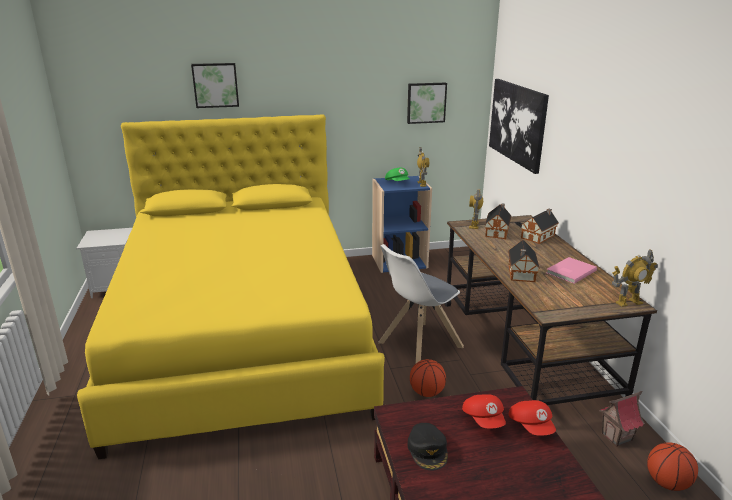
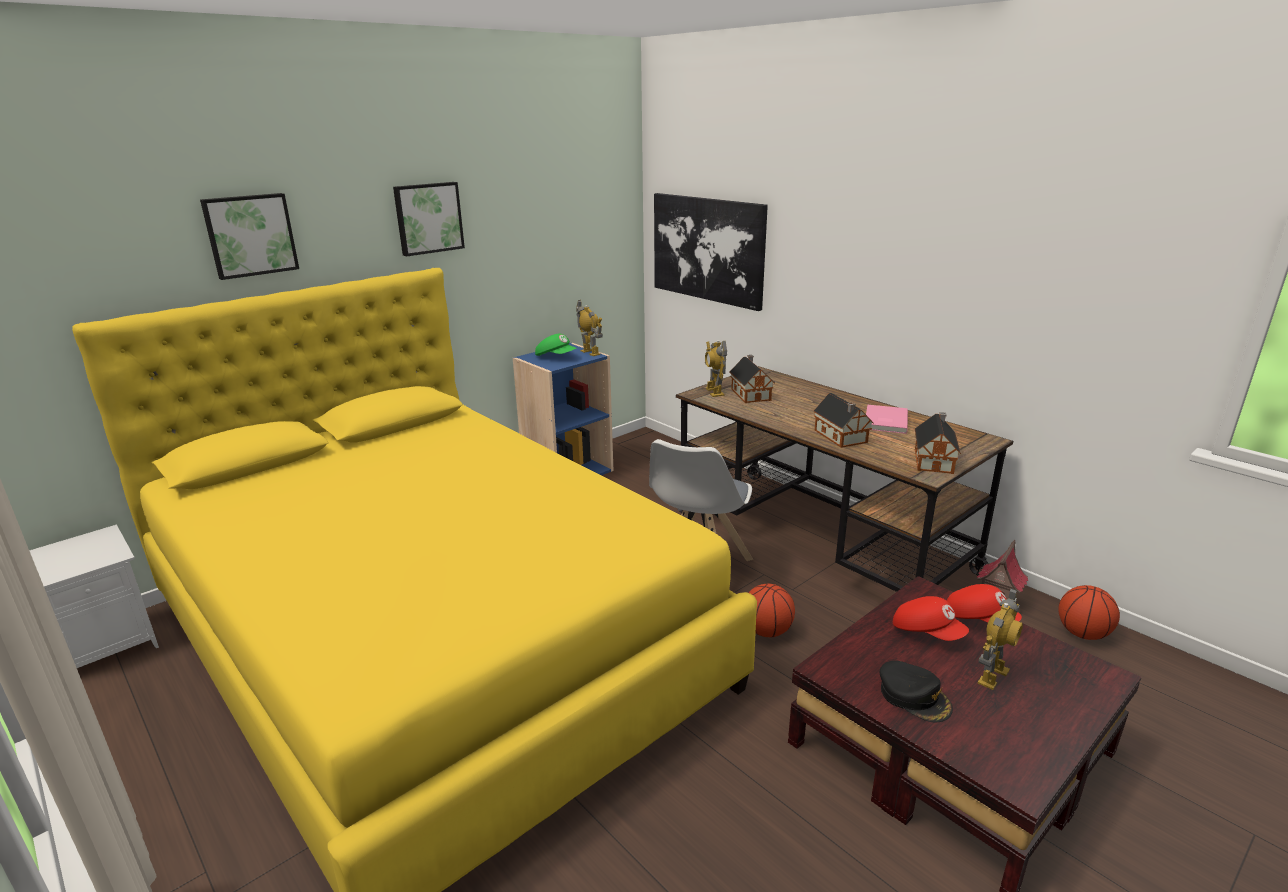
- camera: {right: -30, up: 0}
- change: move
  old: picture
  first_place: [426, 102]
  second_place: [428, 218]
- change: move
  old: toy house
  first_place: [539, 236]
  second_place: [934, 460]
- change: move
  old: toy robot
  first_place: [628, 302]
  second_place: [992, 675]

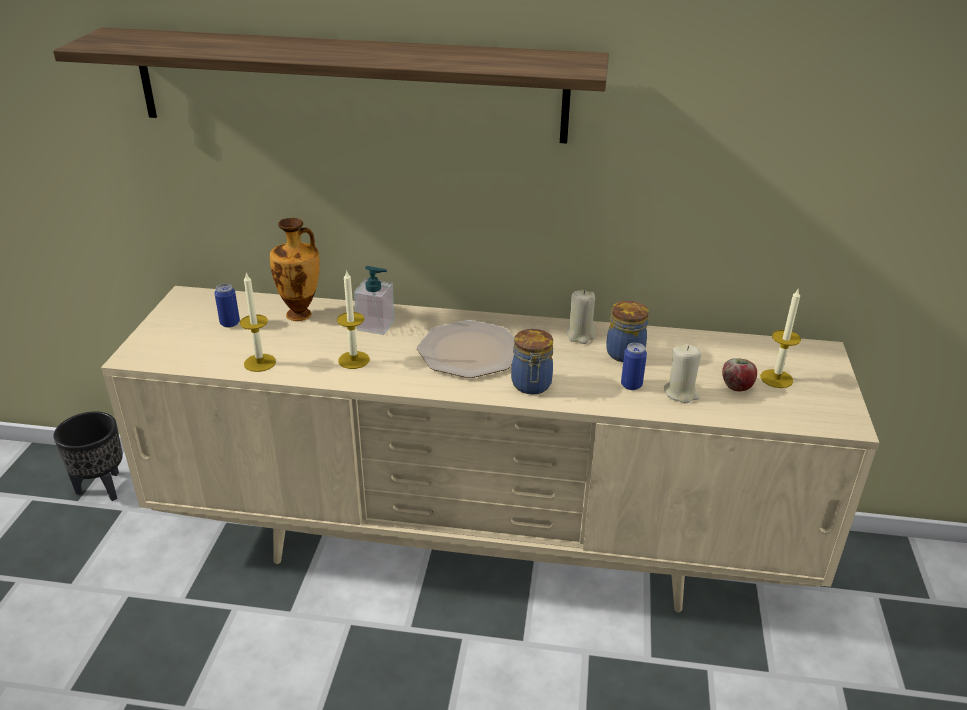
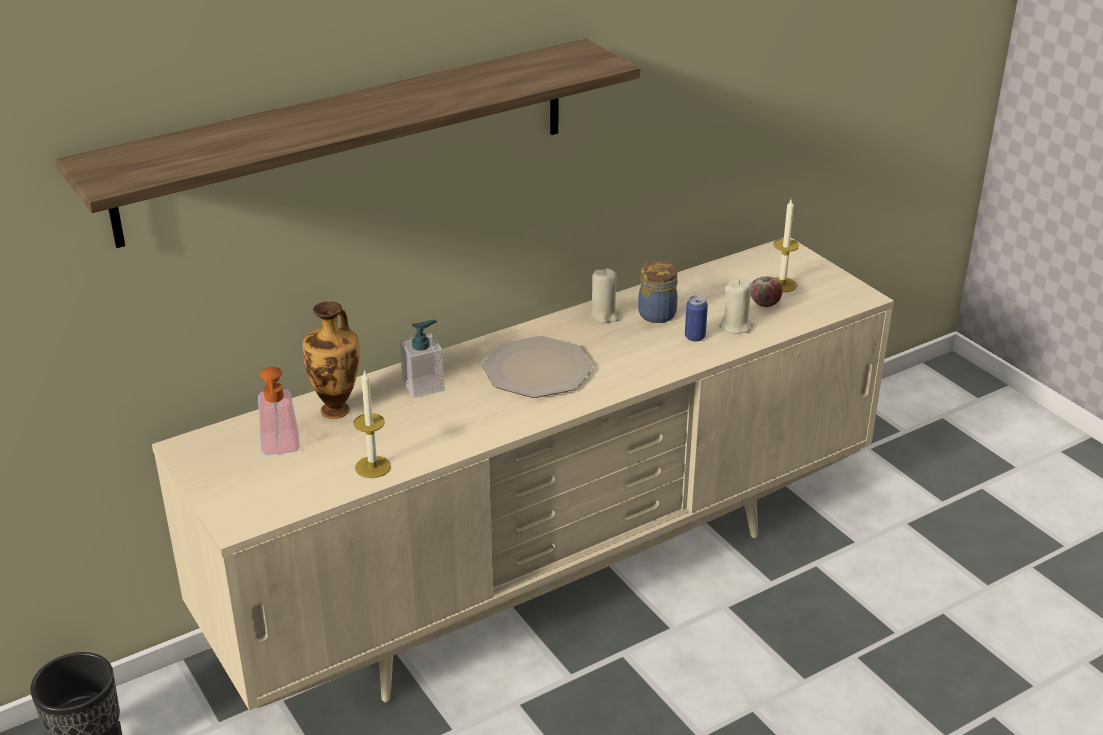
- camera: {right: -40, up: 0}
- change: replace
  old: can
  new: soap dispenser
  first_place: [230, 323]
  second_place: [280, 449]
- change: delete
  old: candle
  first_place: [354, 360]
- change: delete
  old: jar
  first_place: [531, 385]

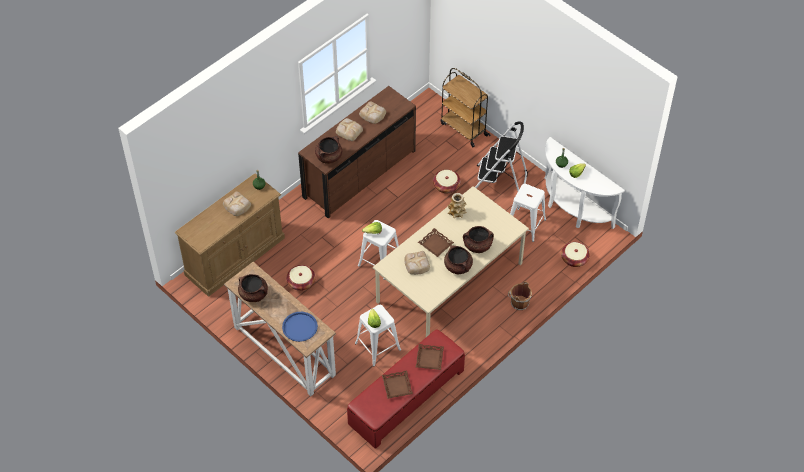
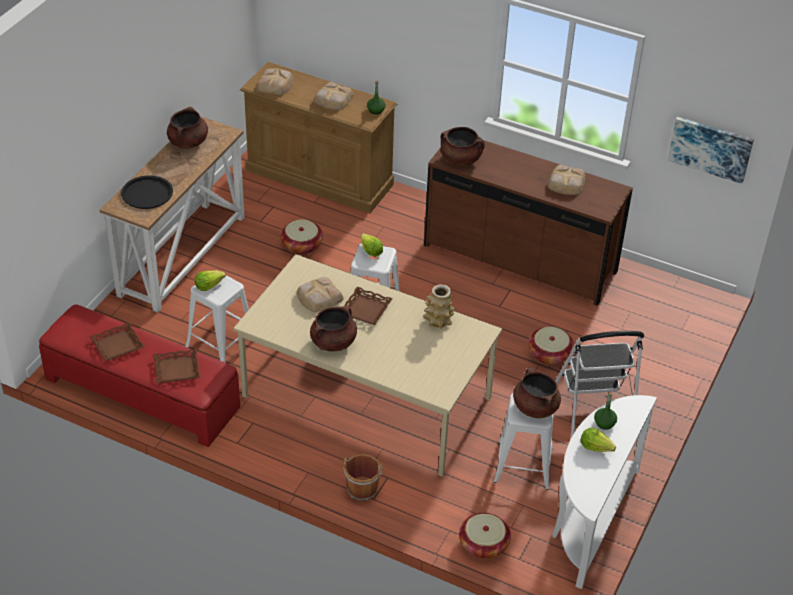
- camera: {right: 70, up: -10}
- change: recolor
  old: blue tray
  new: black tray
  first_place: [300, 327]
  second_place: [147, 193]
- change: move
  old: bread
  first_place: [349, 130]
  second_place: [275, 84]
- change: move
  old: brown cooking pot
  first_place: [477, 246]
  second_place: [535, 407]
- change: insert
  new: picture
  second_place: [710, 148]
- change: delete
  old: brown cart
  first_place: [463, 129]

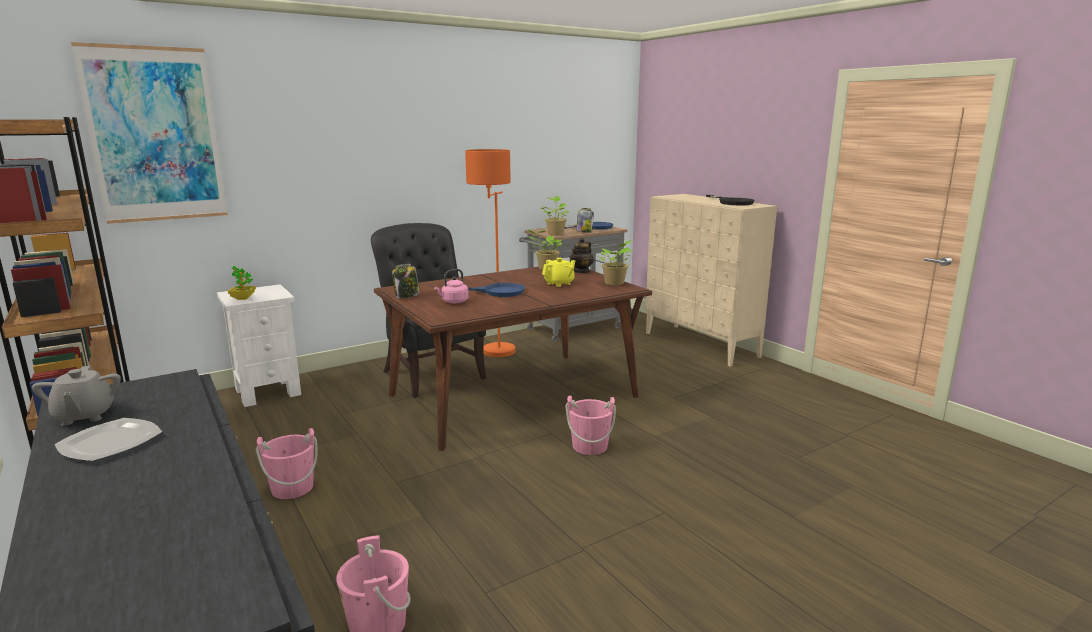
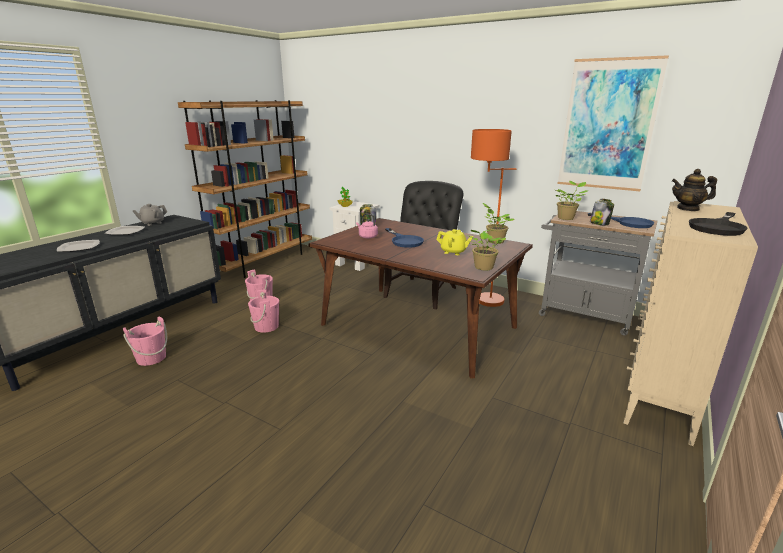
- camera: {right: 65, up: 5}
- change: insert
  new: plate
  second_place: [78, 247]
- change: move
  old: pink bucket
  first_place: [589, 446]
  second_place: [266, 326]
- change: move
  old: picture
  first_place: [155, 135]
  second_place: [608, 125]
- change: move
  old: teapot
  first_place: [581, 271]
  second_place: [688, 208]

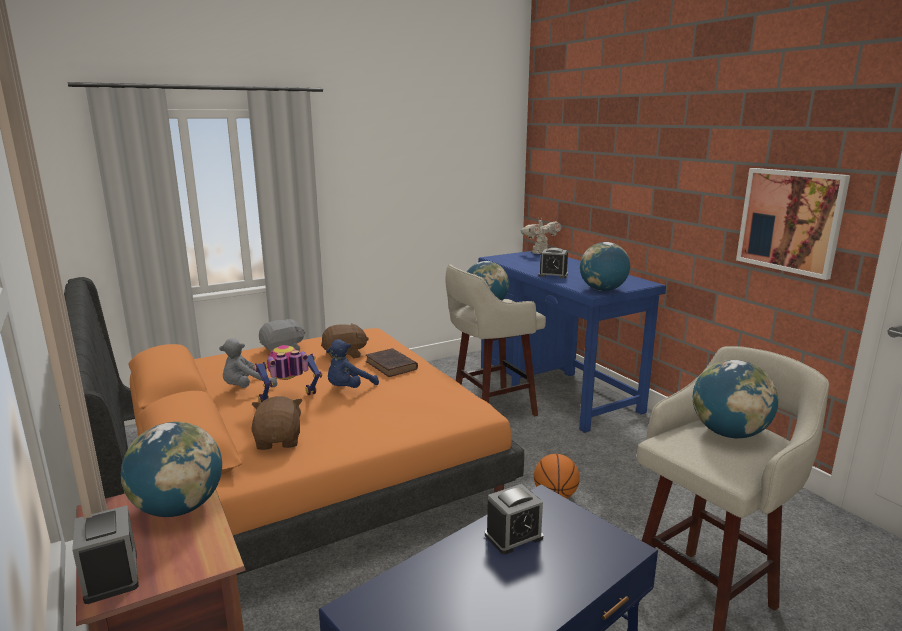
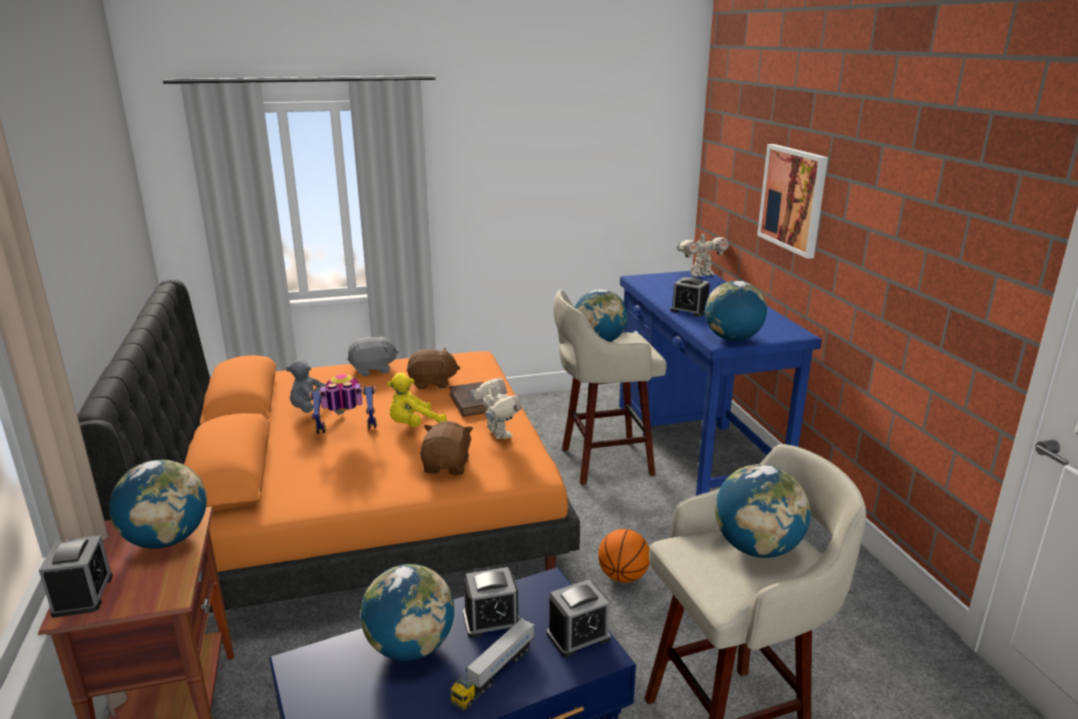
- camera: {right: 15, up: 5}
- change: insert
  new: globe
  second_place: [411, 647]
- change: recolor
  old: blue plush toy
  new: yellow plush toy
  first_place: [349, 389]
  second_place: [414, 426]
- change: move
  old: brown plush toy
  first_place: [279, 440]
  second_place: [447, 466]
- change: insert
  new: toy truck
  second_place: [494, 674]
- change: insert
  new: toy robot
  second_place: [497, 433]
- change: insert
  new: alarm clock
  second_place: [578, 636]
- change: move
  old: picture
  first_place: [790, 221]
  second_place: [793, 199]

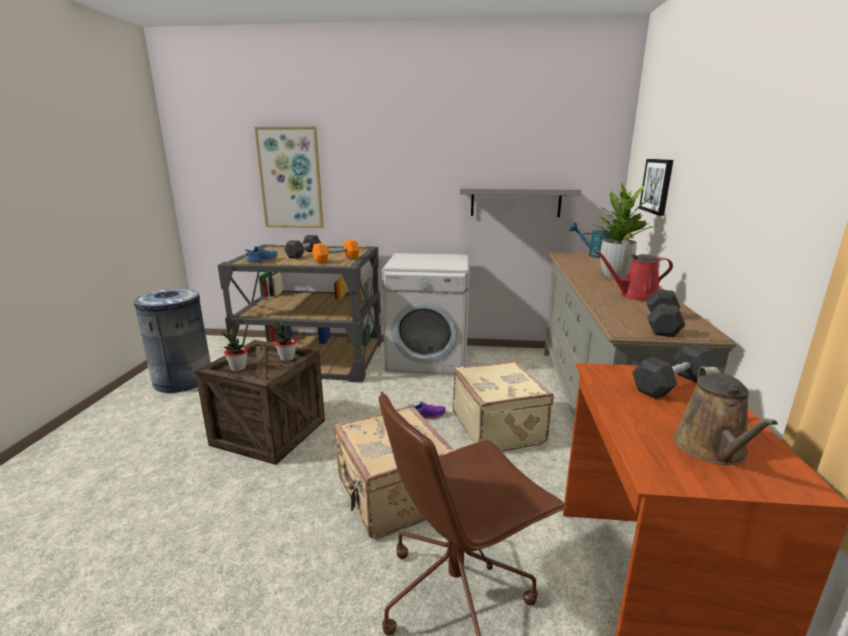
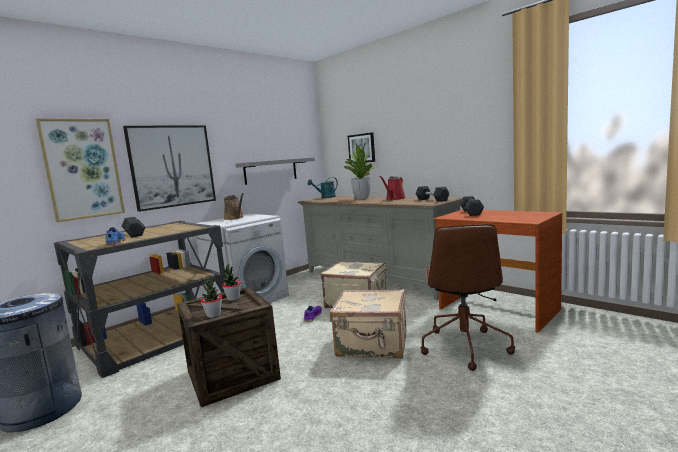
- camera: {right: -50, up: -10}
- change: insert
  new: picture
  second_place: [172, 166]
- change: move
  old: brown watering can
  first_place: [712, 449]
  second_place: [235, 218]
- change: delete
  old: orange dumbbell
  first_place: [336, 259]

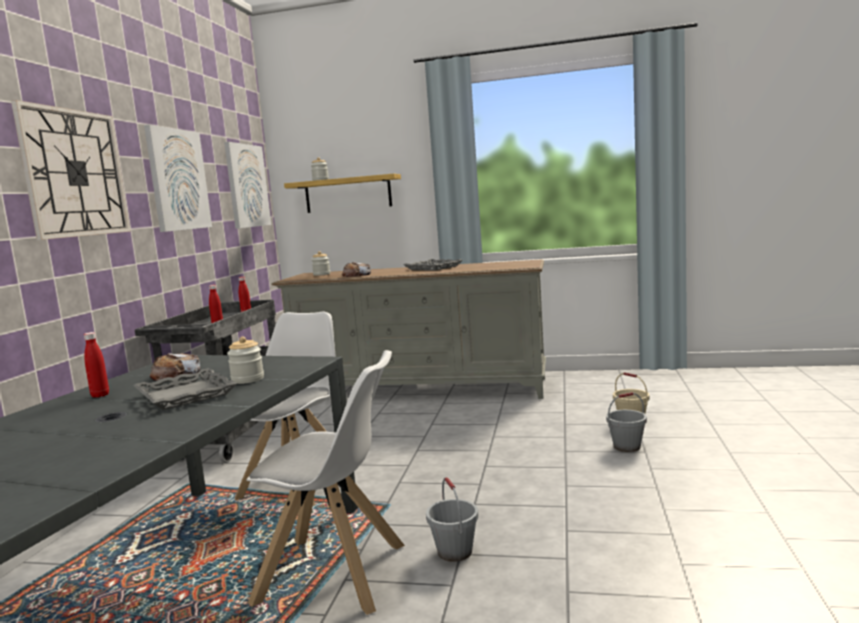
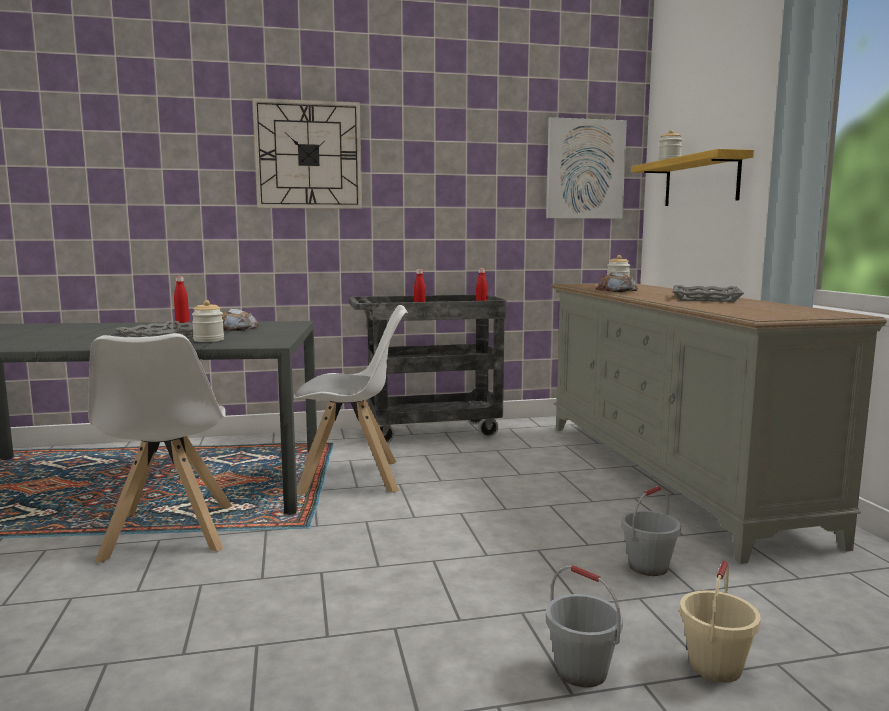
- camera: {right: 65, up: 0}
- change: move
  old: grey bucket
  first_place: [454, 551]
  second_place: [648, 566]
- change: delete
  old: picture
  first_place: [178, 180]

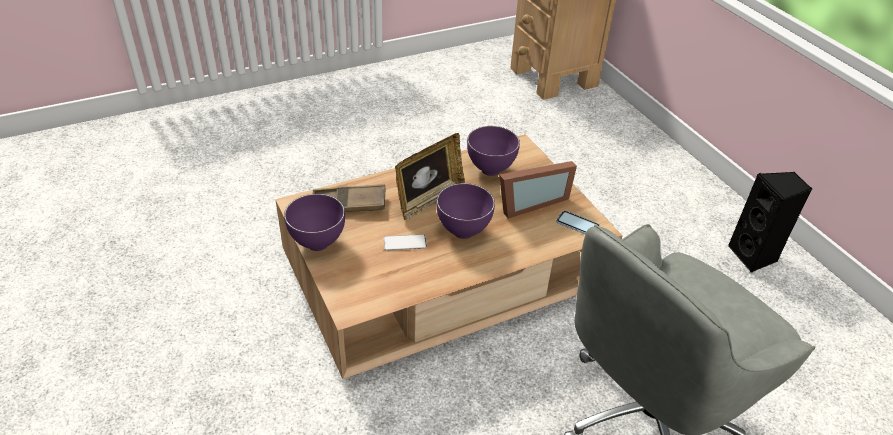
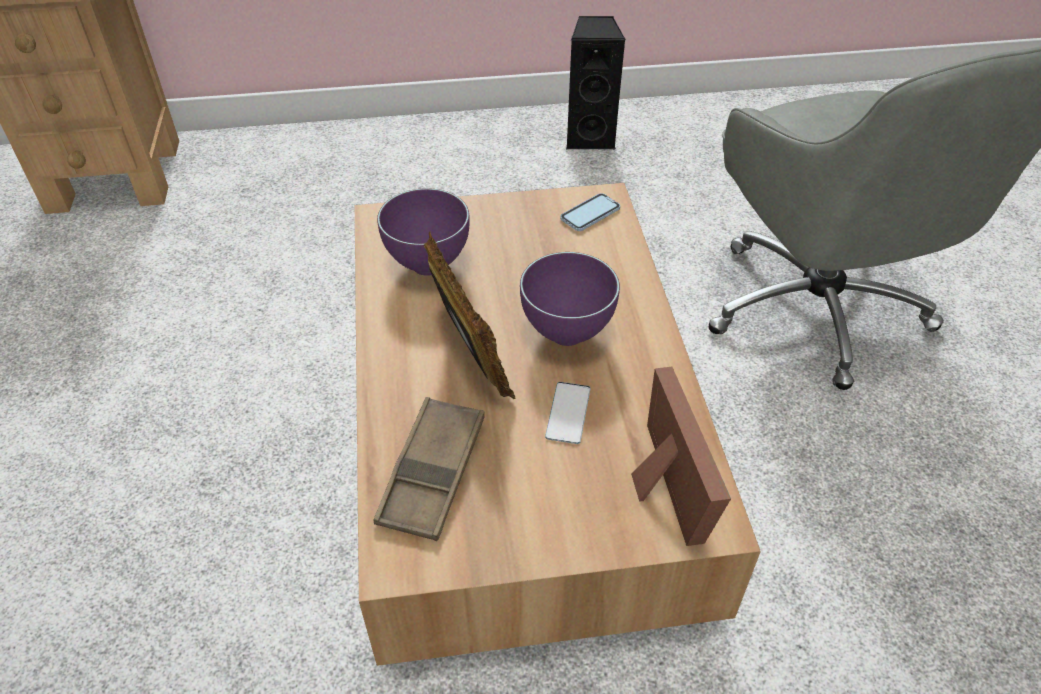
- camera: {right: -70, up: 5}
- change: move
  old: picture frame
  first_place: [529, 202]
  second_place: [661, 490]
- change: delete
  old: purple bowl
  first_place: [319, 244]

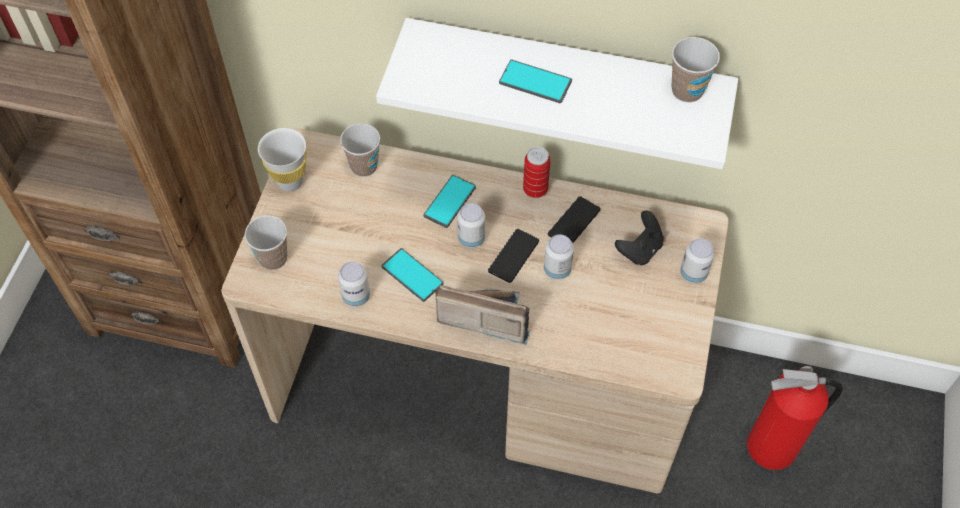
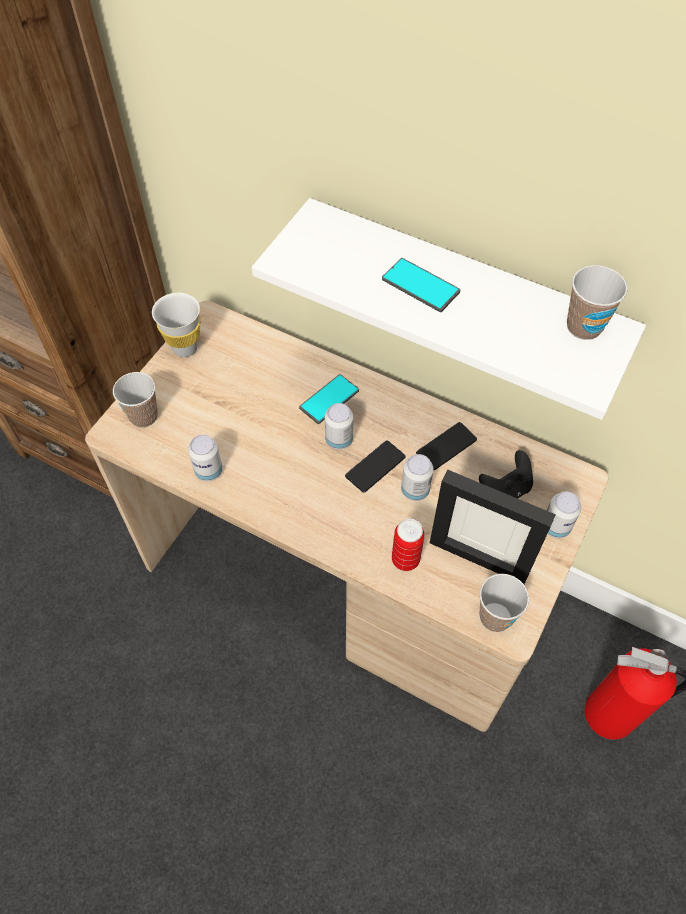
- camera: {right: 15, up: 0}
- change: move
  old: can
  first_place: [535, 189]
  second_place: [405, 559]
- change: insert
  new: picture frame
  second_place: [479, 556]
- change: move
  old: cup
  first_place: [364, 166]
  second_place: [495, 617]
- change: delete
  old: phone
  first_place: [412, 275]
- change: delete
  old: radio
  first_place: [483, 316]

